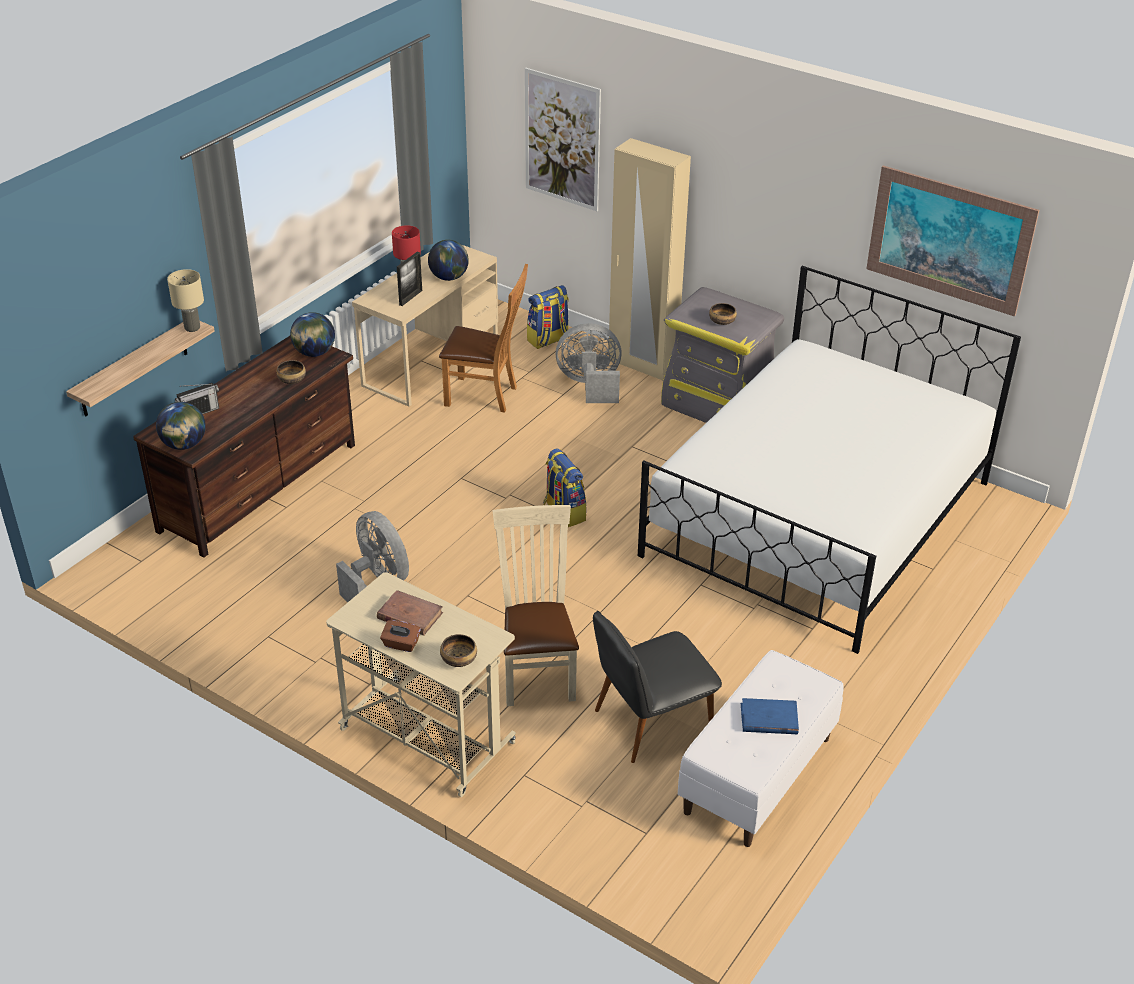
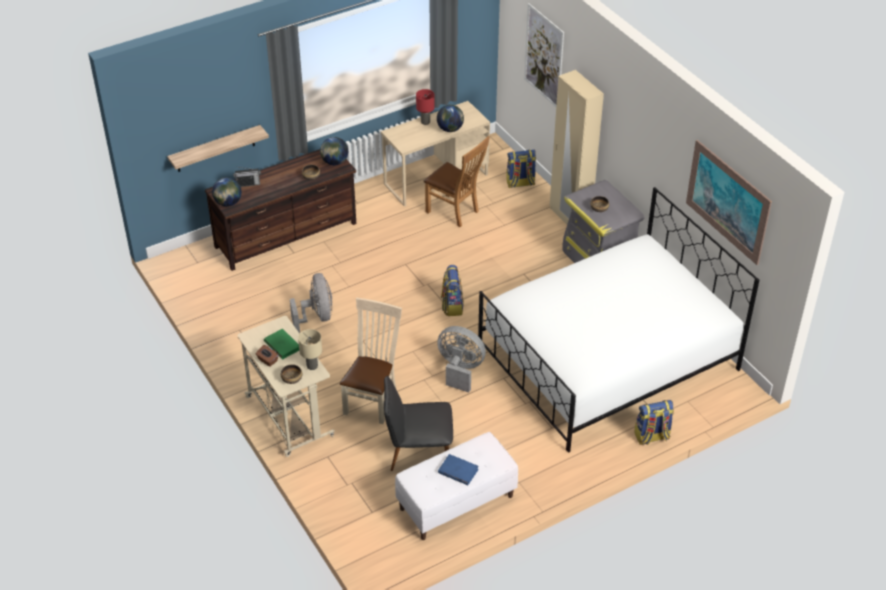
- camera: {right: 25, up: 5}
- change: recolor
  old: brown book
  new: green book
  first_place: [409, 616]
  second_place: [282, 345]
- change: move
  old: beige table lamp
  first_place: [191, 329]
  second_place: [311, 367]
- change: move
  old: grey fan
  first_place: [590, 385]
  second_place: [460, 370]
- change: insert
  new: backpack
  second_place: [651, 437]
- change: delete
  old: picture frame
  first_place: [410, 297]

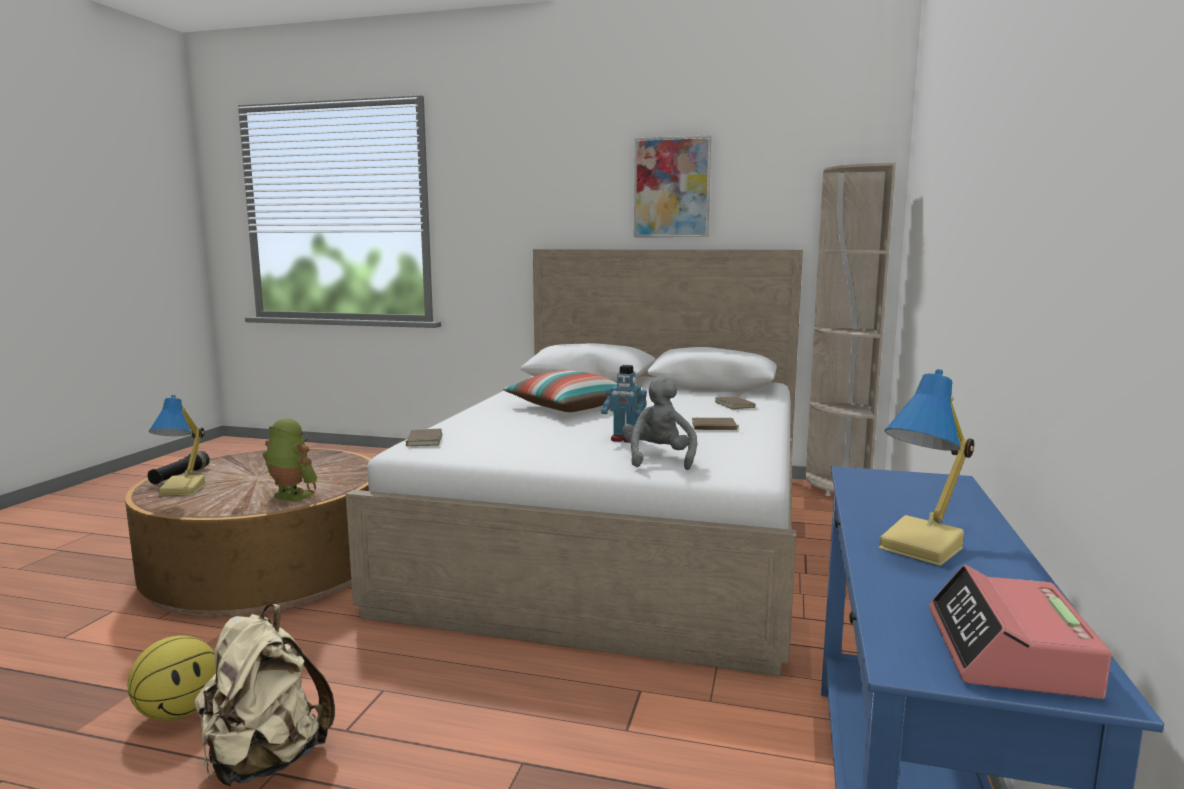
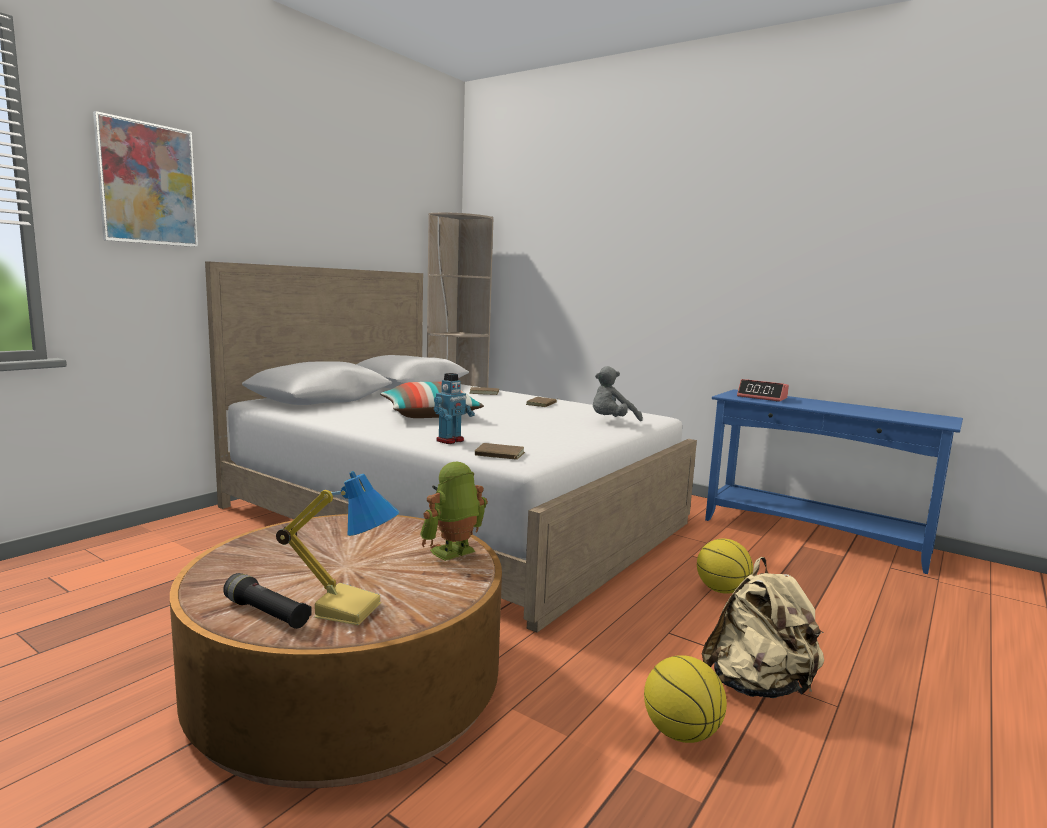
- camera: {right: -70, up: 0}
- change: move
  old: picture
  first_place: [672, 187]
  second_place: [147, 184]
- change: move
  old: toy robot
  first_place: [625, 439]
  second_place: [450, 441]
- change: rotate
  old: grey plush toy
  first_place: [658, 459]
  second_place: [611, 422]
  degrees: -60
- change: insert
  new: basketball
  second_place: [721, 590]
- change: move
  old: alarm clock
  first_place: [1009, 653]
  second_place: [762, 397]
- change: delete
  old: table lamp
  first_place: [924, 548]

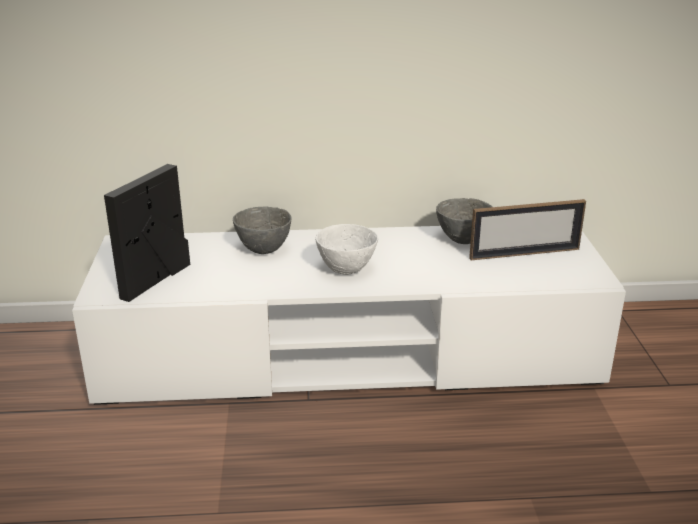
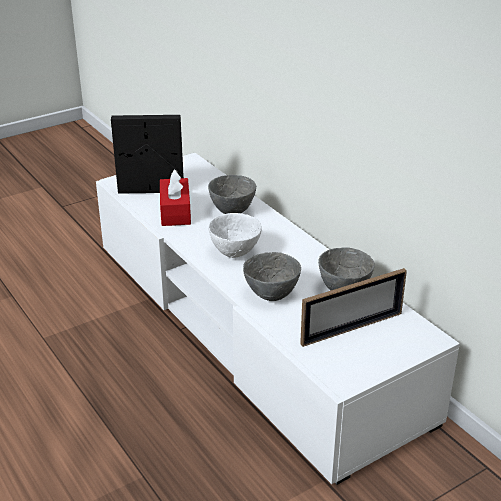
- camera: {right: 60, up: 5}
- change: insert
  new: red tissue box
  second_place: [175, 211]
- change: insert
  new: grey bowl
  second_place: [271, 295]
- change: rotate
  old: picture frame
  first_place: [524, 253]
  second_place: [352, 328]
  degrees: -75

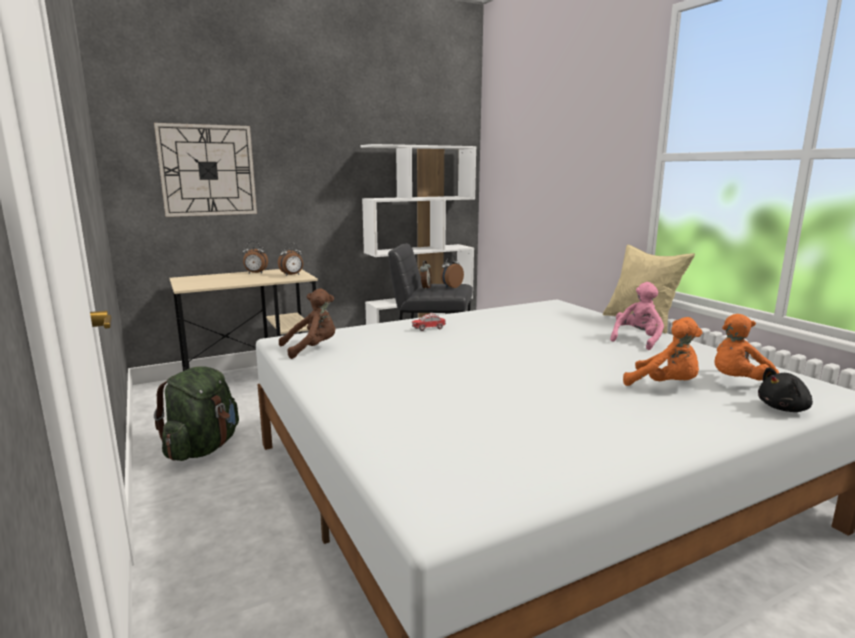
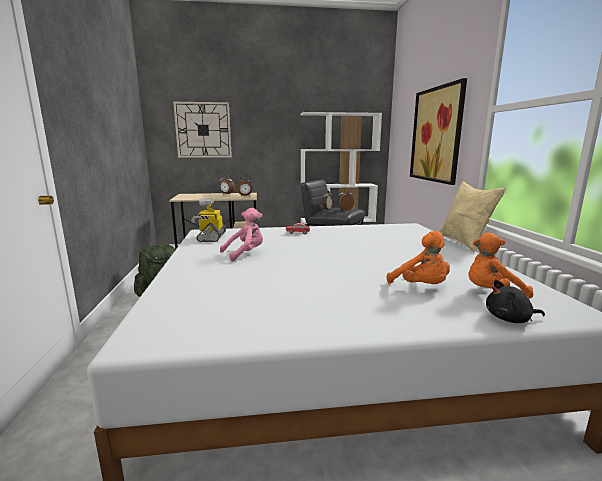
- camera: {right: 20, up: 0}
- change: replace
  old: brown plush toy
  new: toy robot
  first_place: [312, 349]
  second_place: [211, 237]
- change: move
  old: pink plush toy
  first_place: [637, 340]
  second_place: [245, 254]
- change: insert
  new: picture
  second_place: [436, 135]

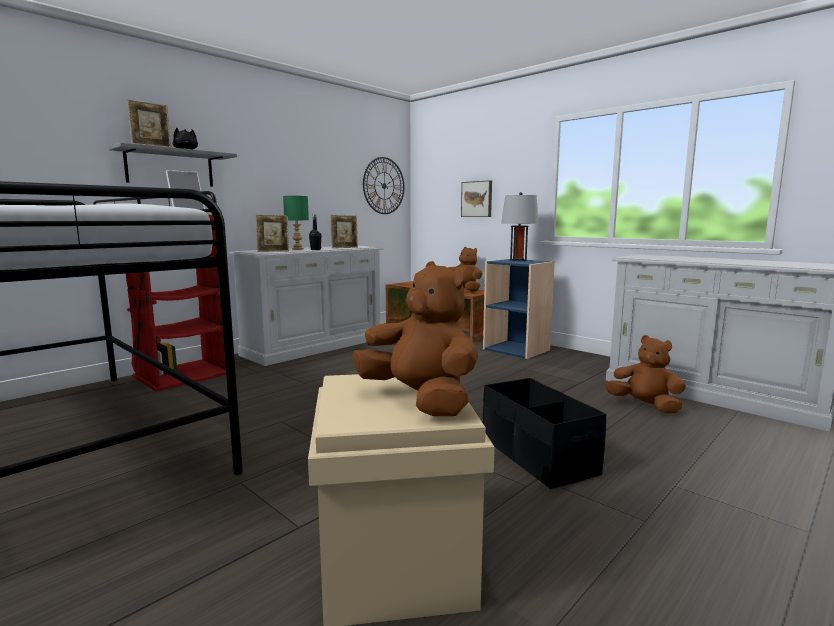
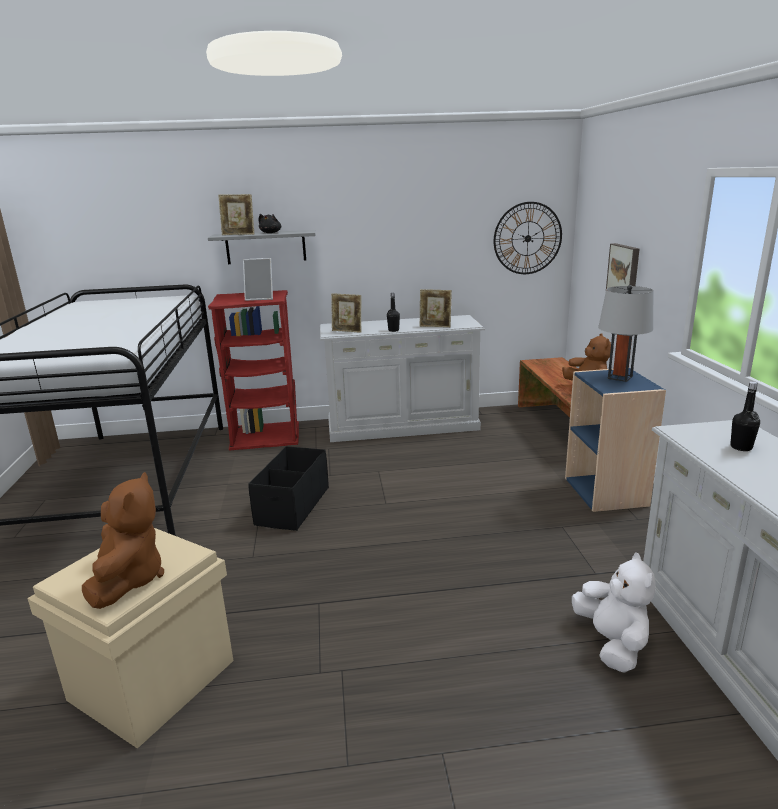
- camera: {right: 40, up: 10}
- change: move
  old: black storage box
  first_place: [537, 456]
  second_place: [292, 506]
- change: recolor
  old: brown plush toy
  new: white plush toy
  first_place: [645, 406]
  second_place: [612, 643]
- change: insert
  new: black bottle
  second_place: [741, 447]
- change: delete
  old: green table lamp
  first_place: [297, 249]

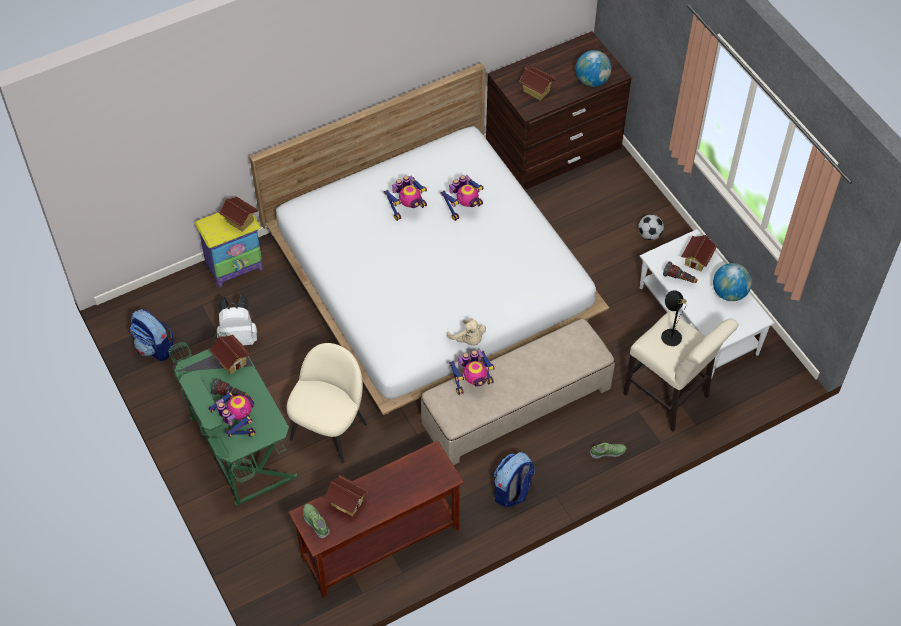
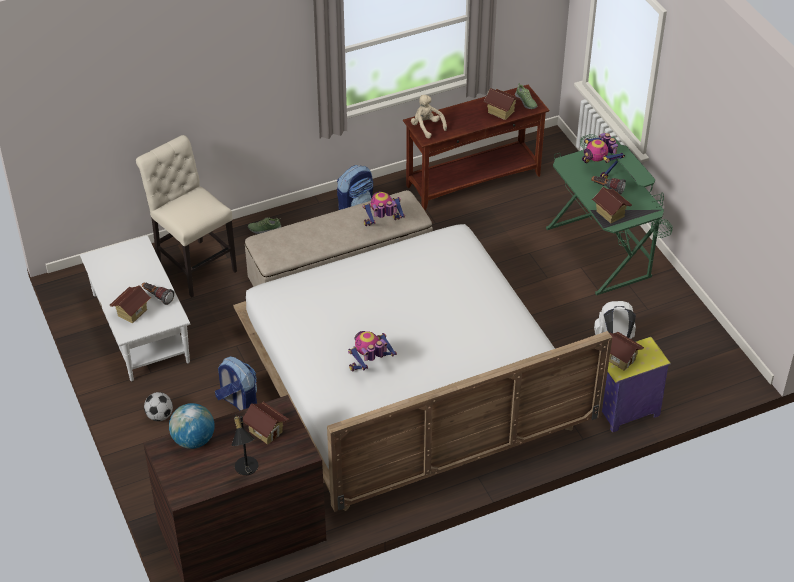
- camera: {right: -175, up: -10}
- change: move
  old: backpack
  first_place: [155, 348]
  second_place: [238, 402]
- change: move
  old: black table lamp
  first_place: [670, 334]
  second_place: [246, 470]
- change: move
  old: beige plush toy
  first_place: [468, 339]
  second_place: [427, 127]
- change: delete
  old: beige chair
  first_place: [329, 430]
- change: delete
  old: toy robot
  first_place: [407, 208]
- change: delete
  old: globe
  first_place: [729, 293]

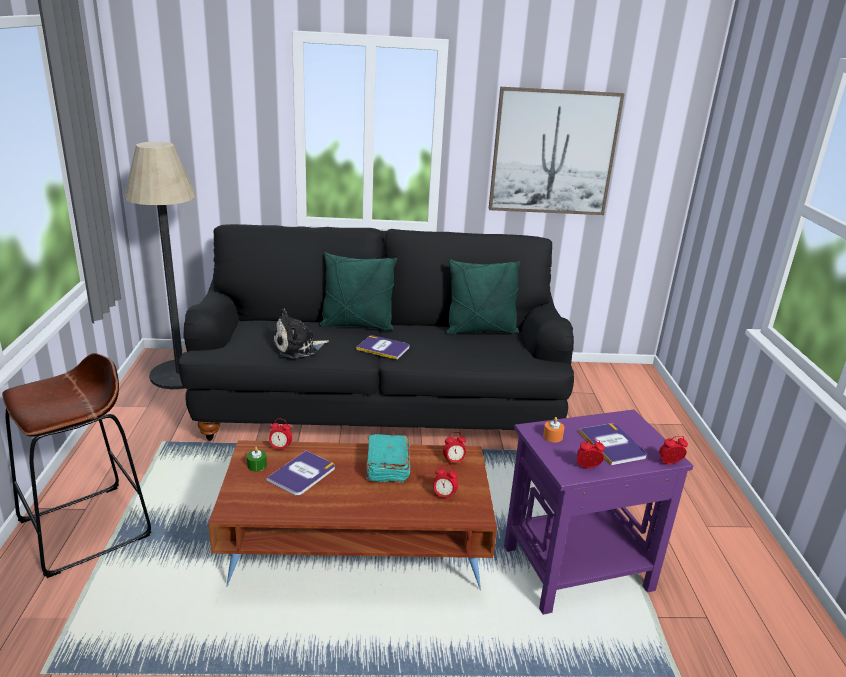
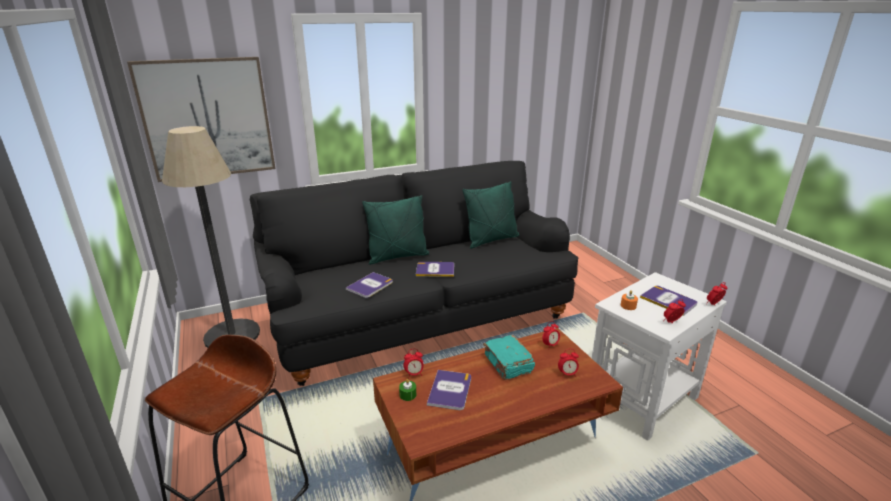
- camera: {right: -20, up: 0}
- change: move
  old: picture
  first_place: [553, 152]
  second_place: [207, 119]
- change: replace
  old: plush toy
  new: book
  first_place: [298, 348]
  second_place: [370, 285]
- change: recolor
  old: purple side table
  new: white side table
  first_place: [576, 567]
  second_place: [640, 398]

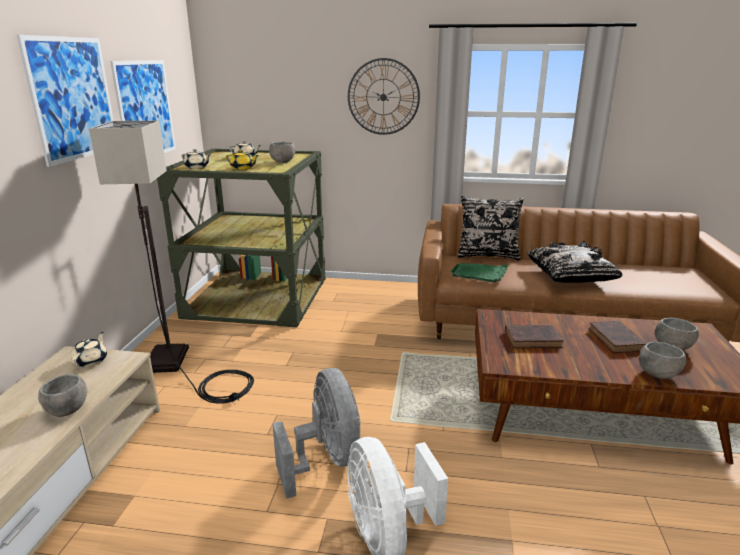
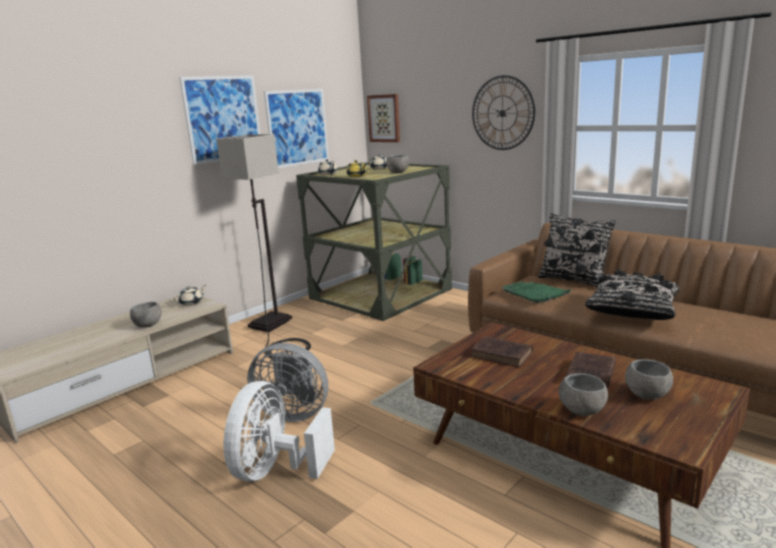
- camera: {right: 35, up: -5}
- change: rotate
  old: grey fan
  first_place: [326, 460]
  second_place: [293, 413]
  degrees: 90
- change: insert
  new: picture
  second_place: [384, 118]

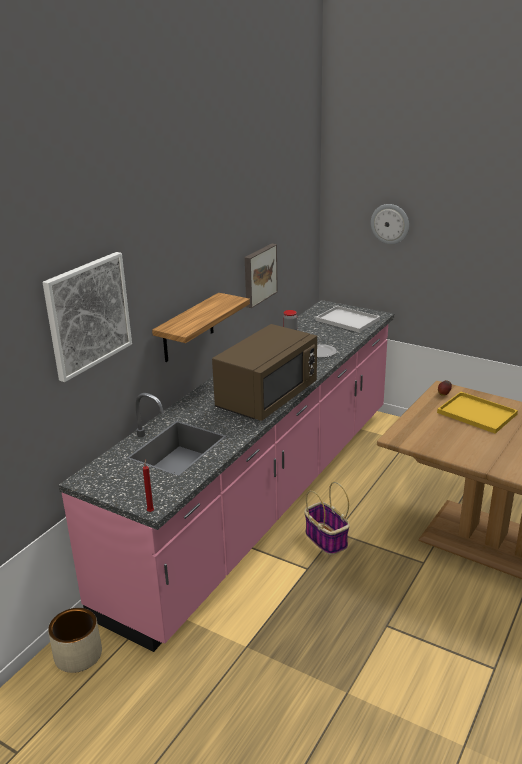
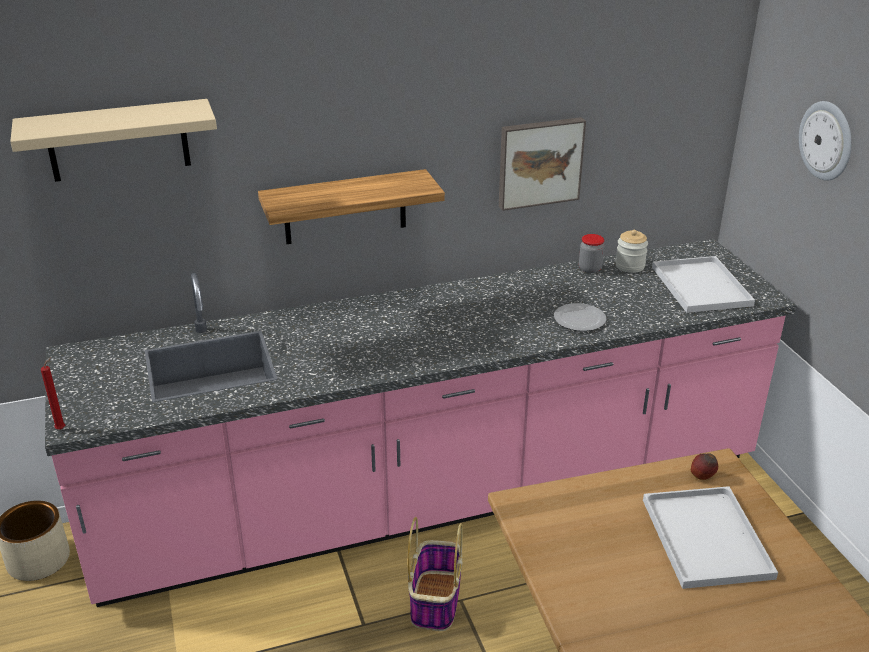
- camera: {right: 40, up: 5}
- change: replace
  old: picture
  new: beige shelf
  first_place: [88, 314]
  second_place: [118, 140]
- change: insert
  new: jar
  second_place: [630, 266]
- change: recolor
  old: yellow tray
  new: white tray
  first_place: [475, 413]
  second_place: [704, 536]
- change: delete
  old: brown microwave
  first_place: [266, 397]

